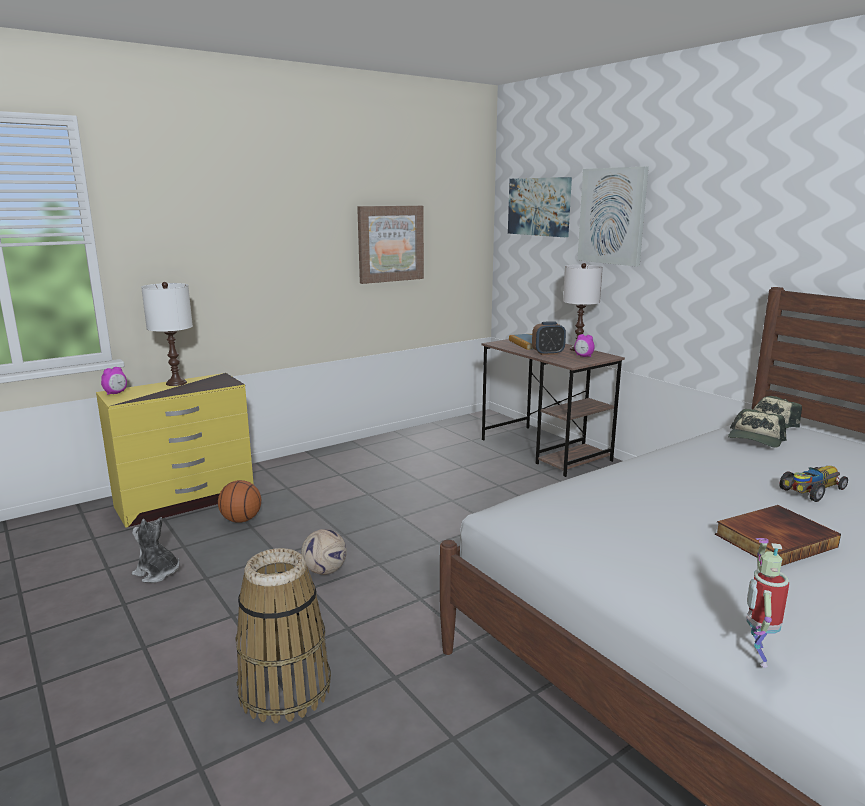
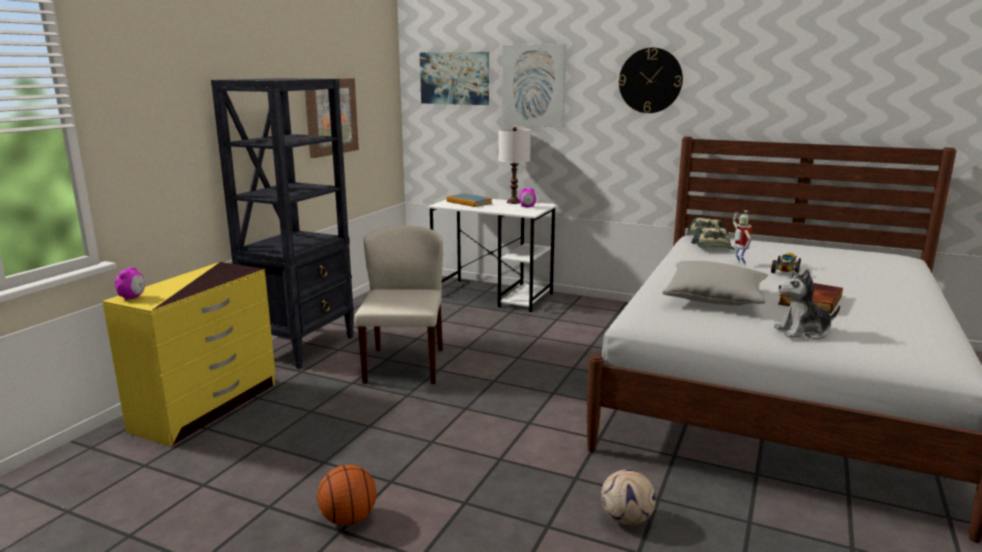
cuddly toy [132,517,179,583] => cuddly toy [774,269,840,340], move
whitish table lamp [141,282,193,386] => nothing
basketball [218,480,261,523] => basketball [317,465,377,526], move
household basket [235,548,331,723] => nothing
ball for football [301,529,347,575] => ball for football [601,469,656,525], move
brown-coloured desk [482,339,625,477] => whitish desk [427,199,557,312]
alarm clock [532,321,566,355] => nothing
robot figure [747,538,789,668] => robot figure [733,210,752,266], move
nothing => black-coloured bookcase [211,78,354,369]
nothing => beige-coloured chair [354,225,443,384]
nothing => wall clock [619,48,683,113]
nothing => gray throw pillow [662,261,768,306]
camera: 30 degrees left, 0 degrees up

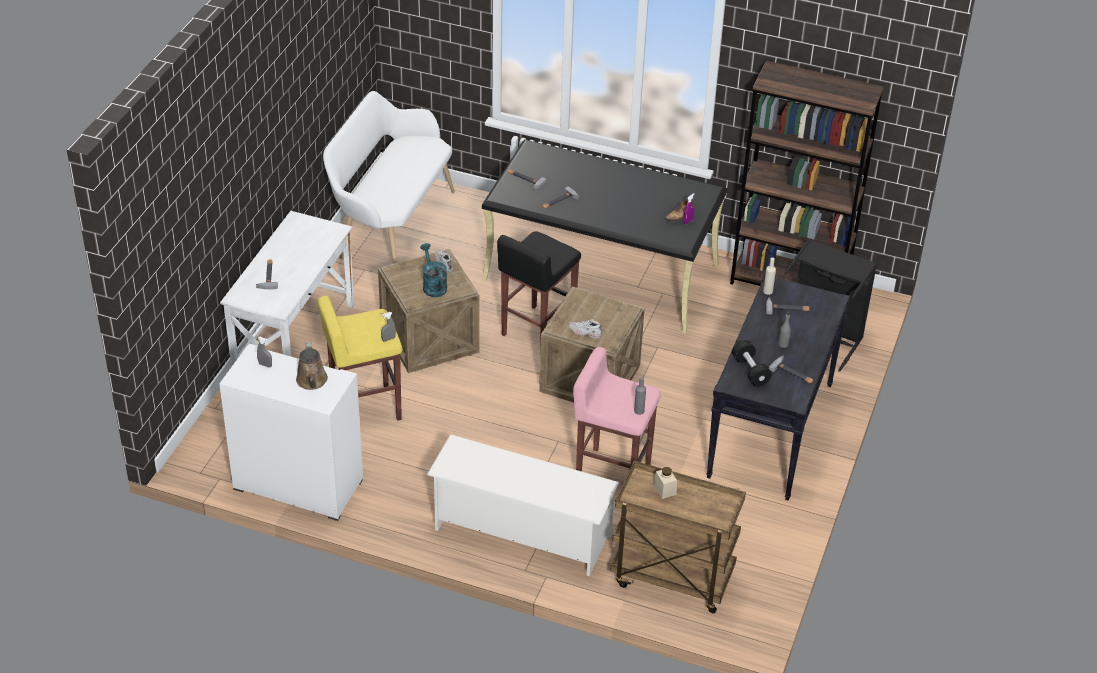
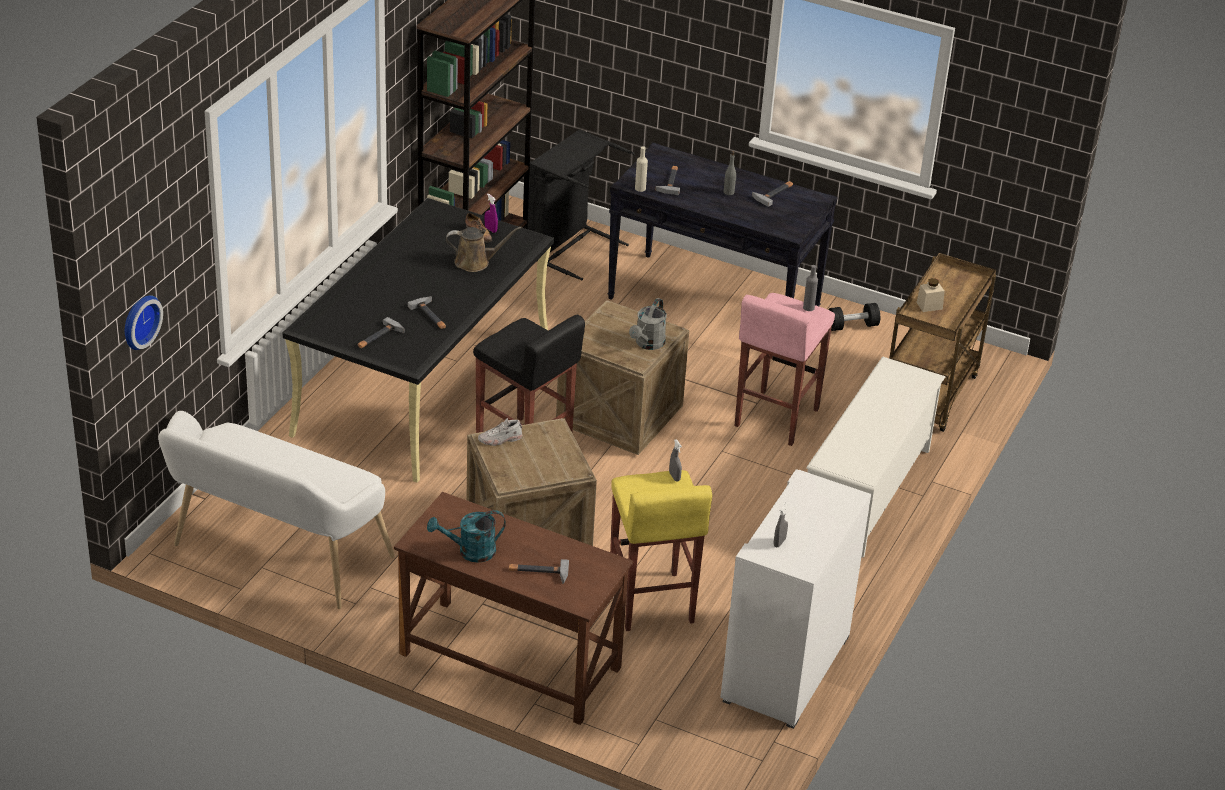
whitish desk [220,211,354,367] => brown-coloured desk [394,492,633,725]
brown-coloured sprinkling can [296,342,328,390] => brown-coloured sprinkling can [446,227,522,272], move
blue-green sprinkling can [420,243,447,297] => blue-green sprinkling can [427,510,506,563], move
whitish item of footwear [569,318,603,338] => gray sprinkling can [629,298,667,350]
black-coloured free weight [732,340,772,386] => black-coloured free weight [828,303,880,331], move
nothing => wall clock [125,295,163,350]
camera: 85 degrees left, 5 degrees down

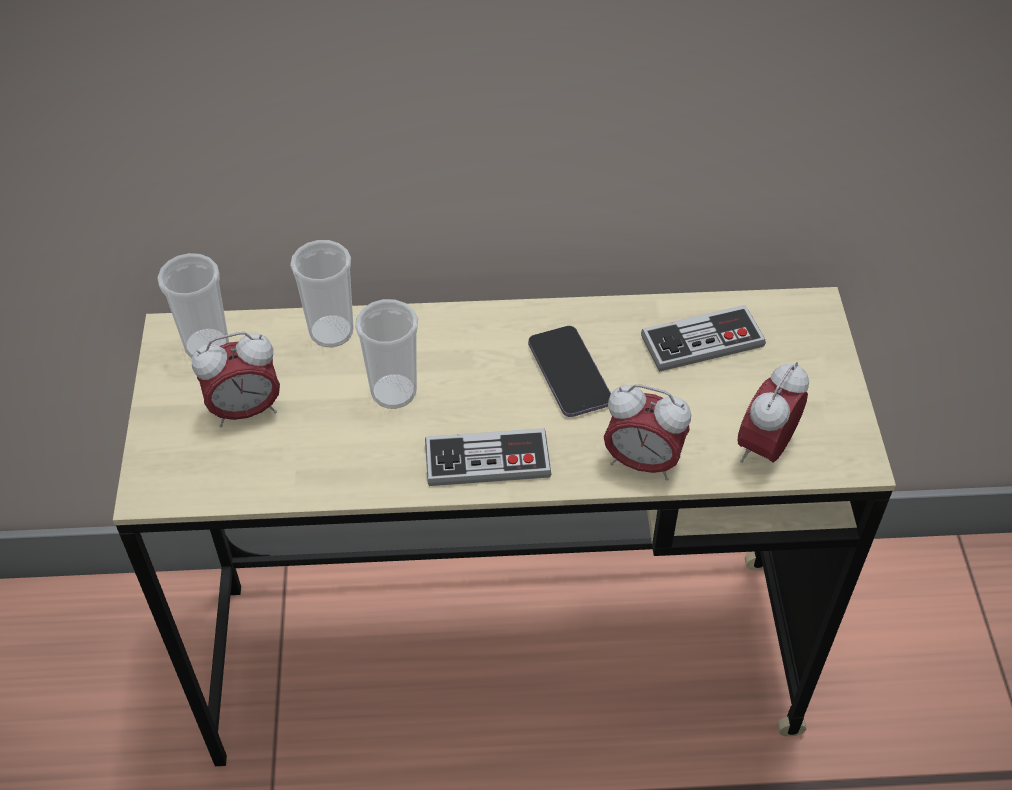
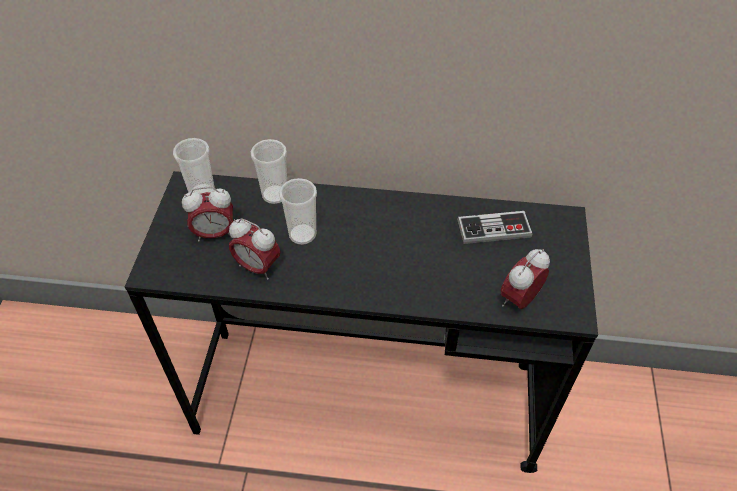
beige-coloured desk [113,287,896,766] => black-coloured desk [125,171,598,473]
gamepad [425,428,551,486] => nothing
handset [528,326,611,417] => nothing
alarm clock [604,384,691,480] => alarm clock [229,218,280,280], move
camera: 10 degrees right, 0 degrees up

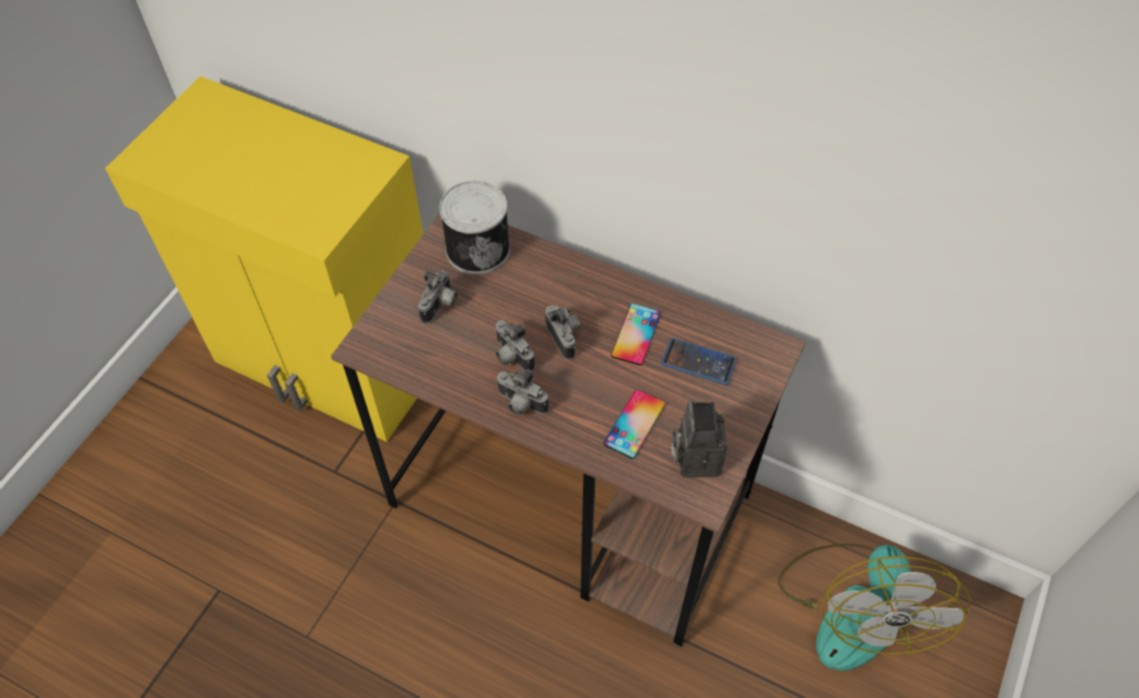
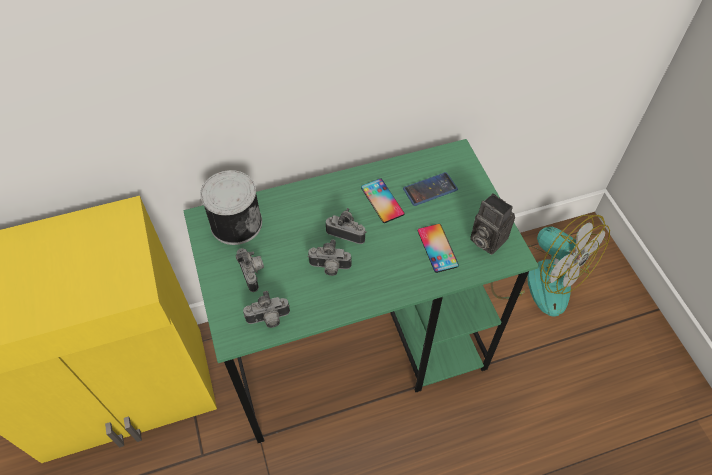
brown-coloured desk [331,213,806,647] => greenish desk [183,139,539,443]
still camera [496,369,549,415] => still camera [243,291,290,328], move
camera: 45 degrees left, 0 degrees up

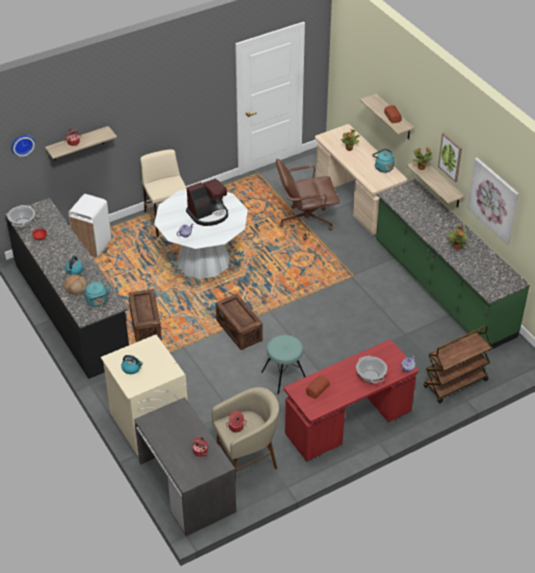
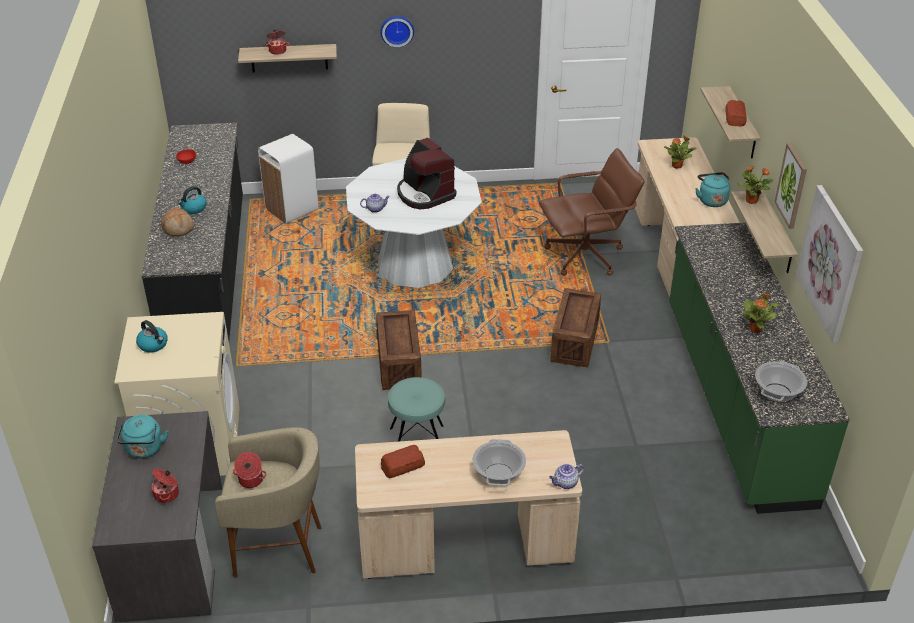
stockpot [7,205,35,228] => stockpot [755,361,807,402], move
wall clock [11,135,35,157] => wall clock [380,16,414,47], move
blue-green kettle [85,282,110,307] => blue-green kettle [117,415,168,458], move
shipping crate [129,289,162,342] => shipping crate [550,288,601,368], move
coffee brewer [186,179,228,226] => coffee brewer [397,138,456,209], 60 degrees clockwise
brown-coloured desk chair [276,159,340,240] => brown-coloured desk chair [539,148,645,276], 150 degrees clockwise
red desk [284,340,418,461] => beige-coloured desk [355,430,582,579]
brown-coloured cart [423,326,493,403] => nothing
camera: 25 degrees right, 5 degrees down

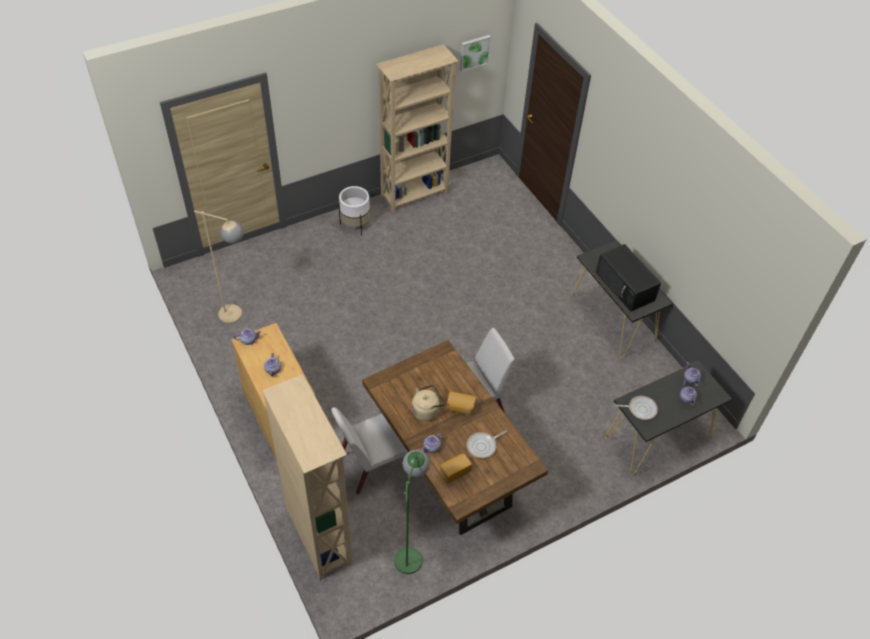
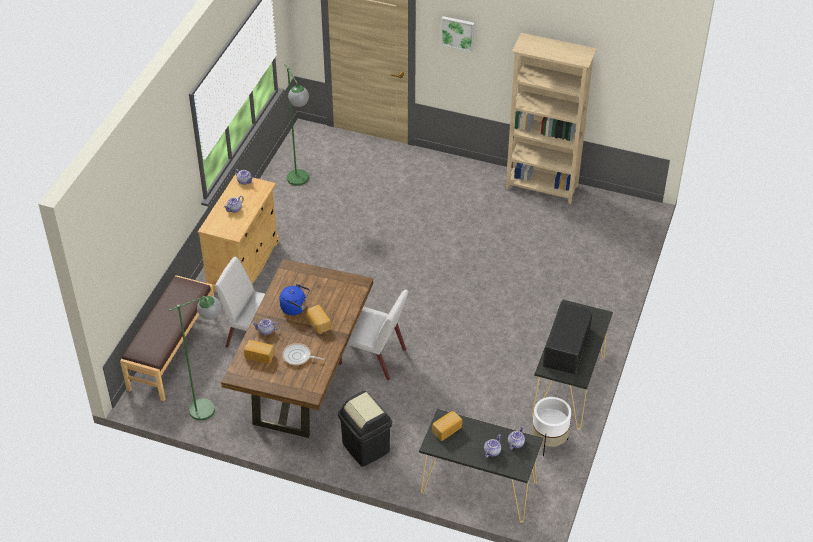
beige-coloured standard lamp [194,211,243,324] => greenish standard lamp [285,64,309,186]
beige-coloured bookcase [262,374,353,580] => brown-coloured long seat [120,275,214,401]
whitish plant pot [339,186,370,236] => whitish plant pot [532,397,571,457], move
beige-coloured kettle [412,385,445,421] => blue-coloured kettle [280,284,310,315]
picture [460,35,491,72] => picture [441,16,474,52], move
skillet [614,396,658,420] => bread [432,411,462,441]
nothing => black-coloured rubbish bin [338,391,392,467]
camera: 50 degrees right, 5 degrees down

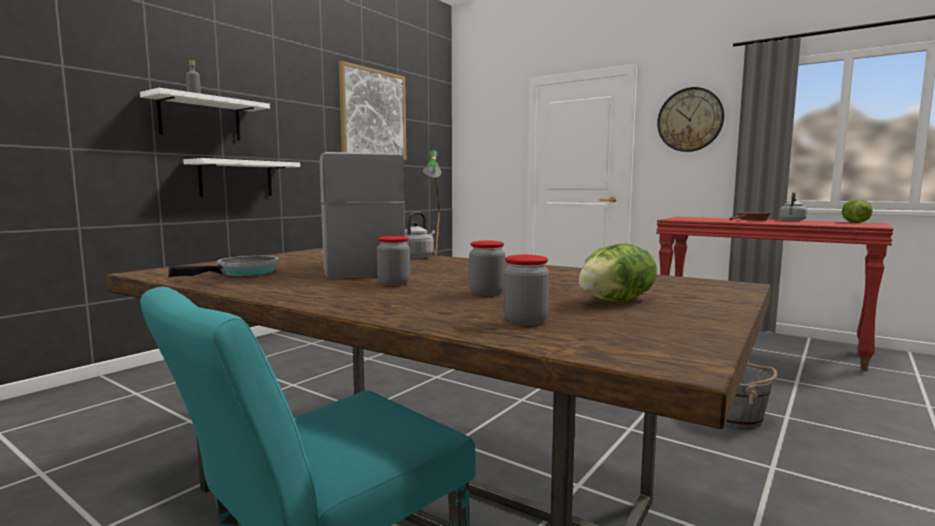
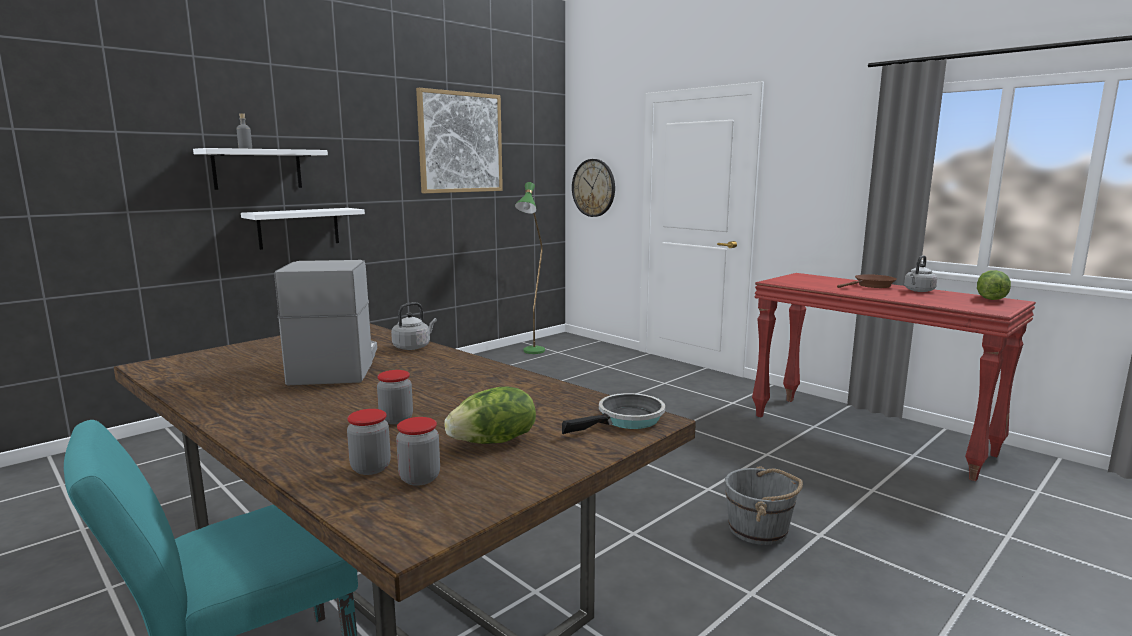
skillet [169,256,279,277] => skillet [562,393,665,434], move
storage jar [377,236,410,286] => storage jar [396,417,440,486], move
wall clock [657,87,724,152] => wall clock [572,159,615,217], move
camera: 10 degrees right, 5 degrees up

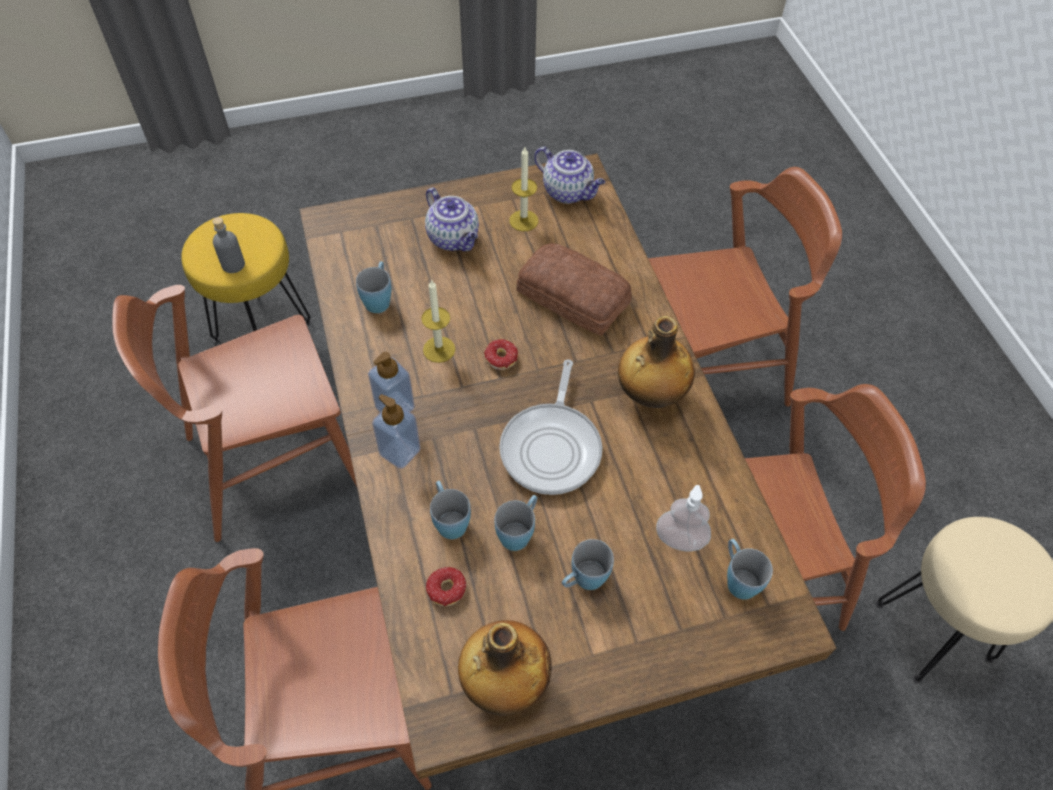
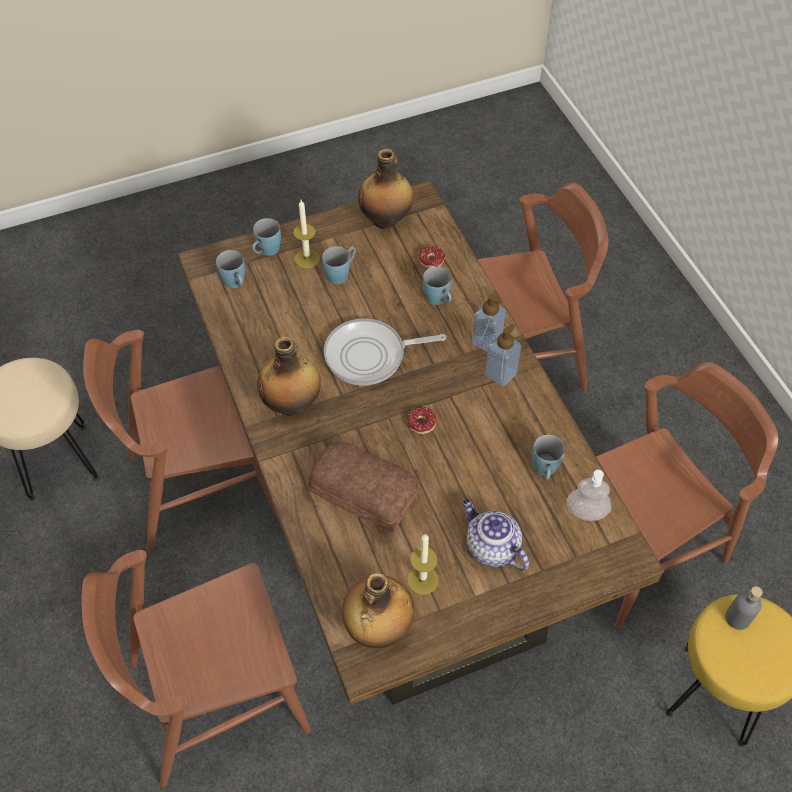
wax light [421,279,455,363] => wax light [293,200,320,268], move
blue-coloured coffee mug [494,495,537,551] => blue-coloured coffee mug [252,218,281,256], move
skillet [499,359,602,495] => skillet [324,318,446,386], 105 degrees counterclockwise
pot for tea [534,147,605,204] => beverage bottle [342,573,414,648]
soap bottle [656,485,711,551] => soap bottle [566,470,611,521], move
camera: 175 degrees right, 0 degrees up

